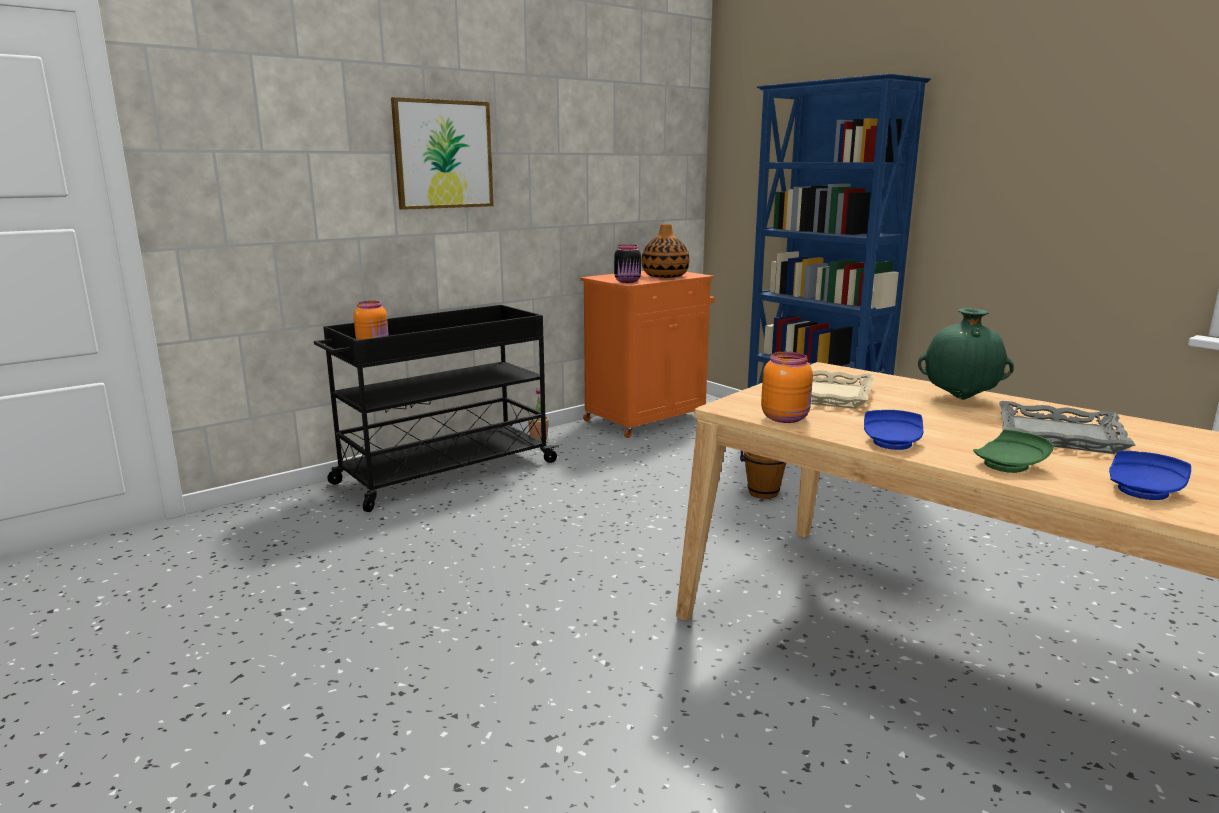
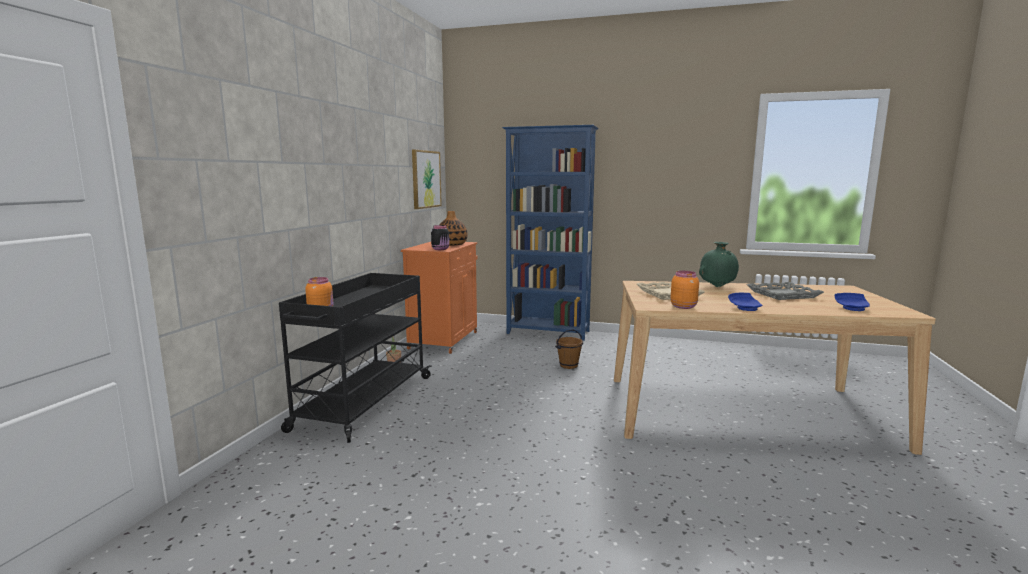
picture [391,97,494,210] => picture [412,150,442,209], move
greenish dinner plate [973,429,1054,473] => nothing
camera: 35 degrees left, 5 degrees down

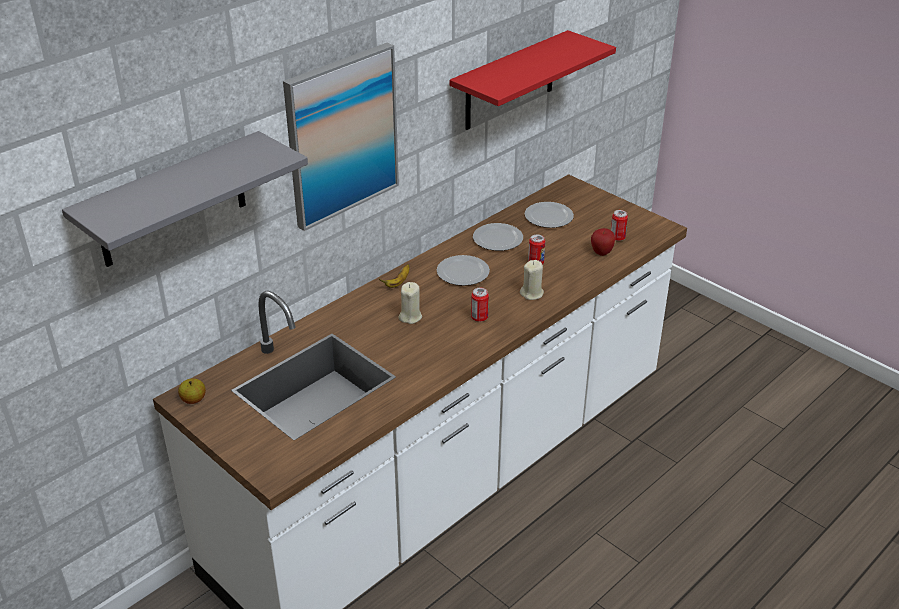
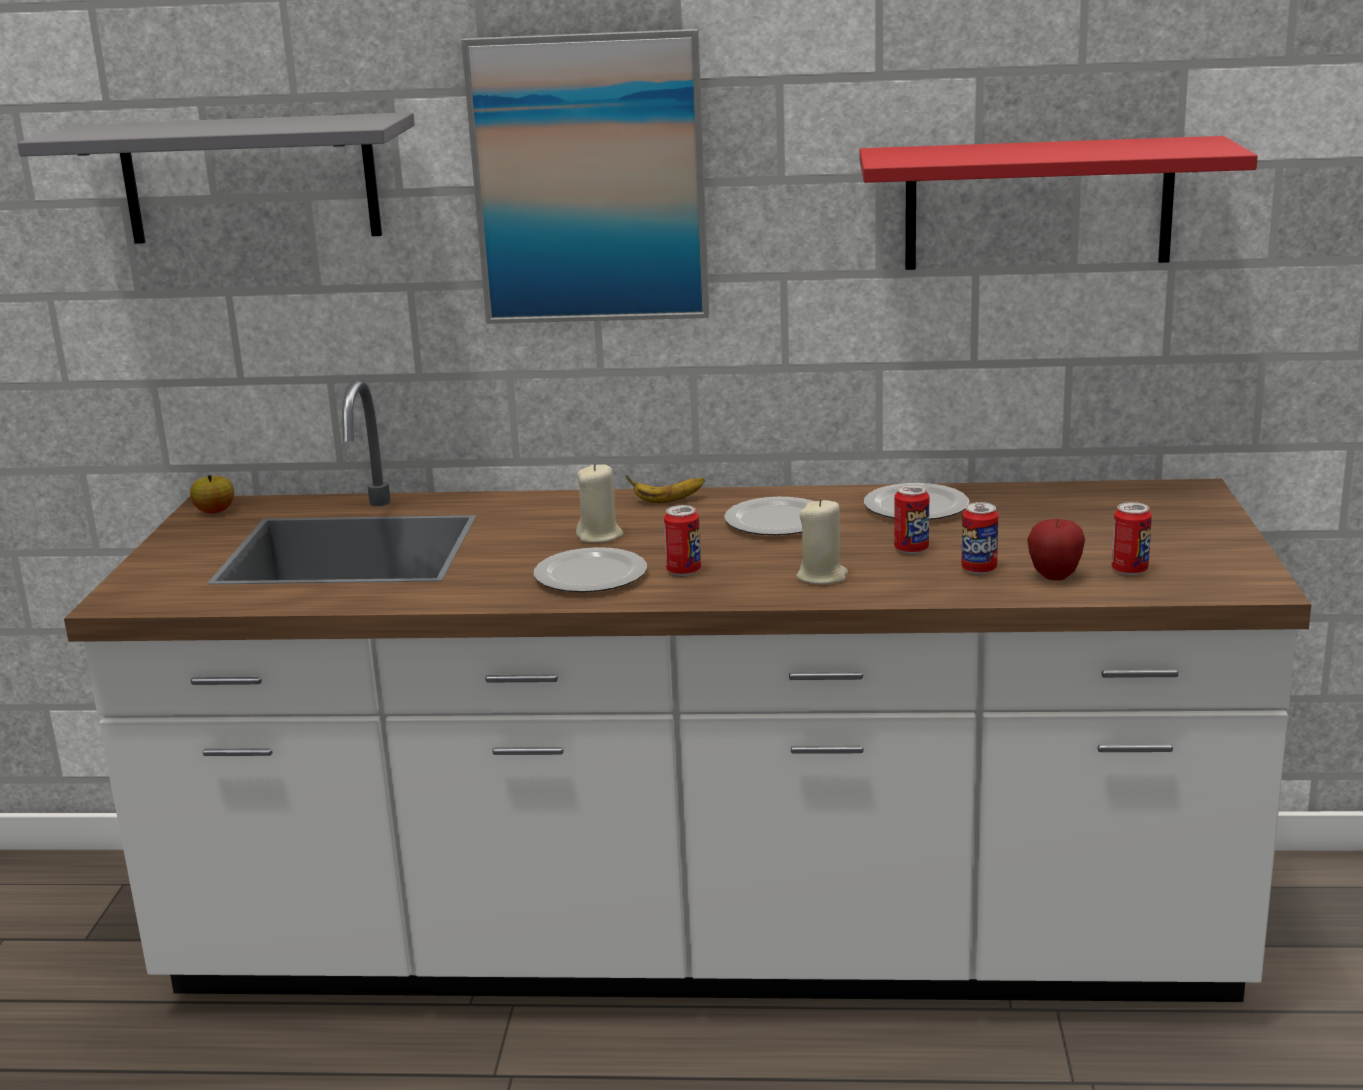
dinner plate [525,202,574,228] => dinner plate [534,547,647,592], move
nothing => can [961,502,998,574]
camera: 50 degrees right, 15 degrees down

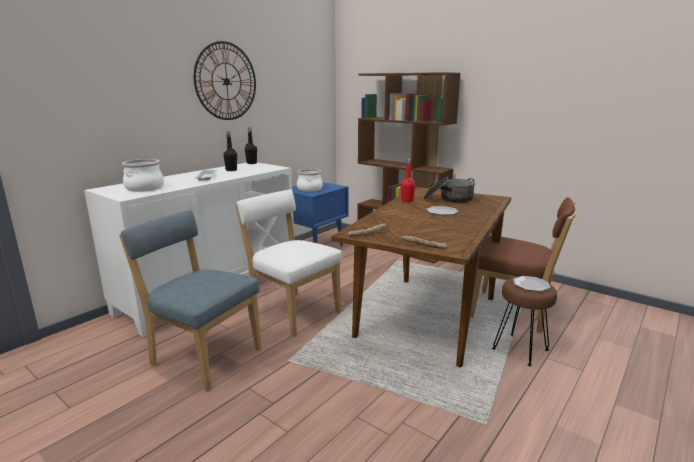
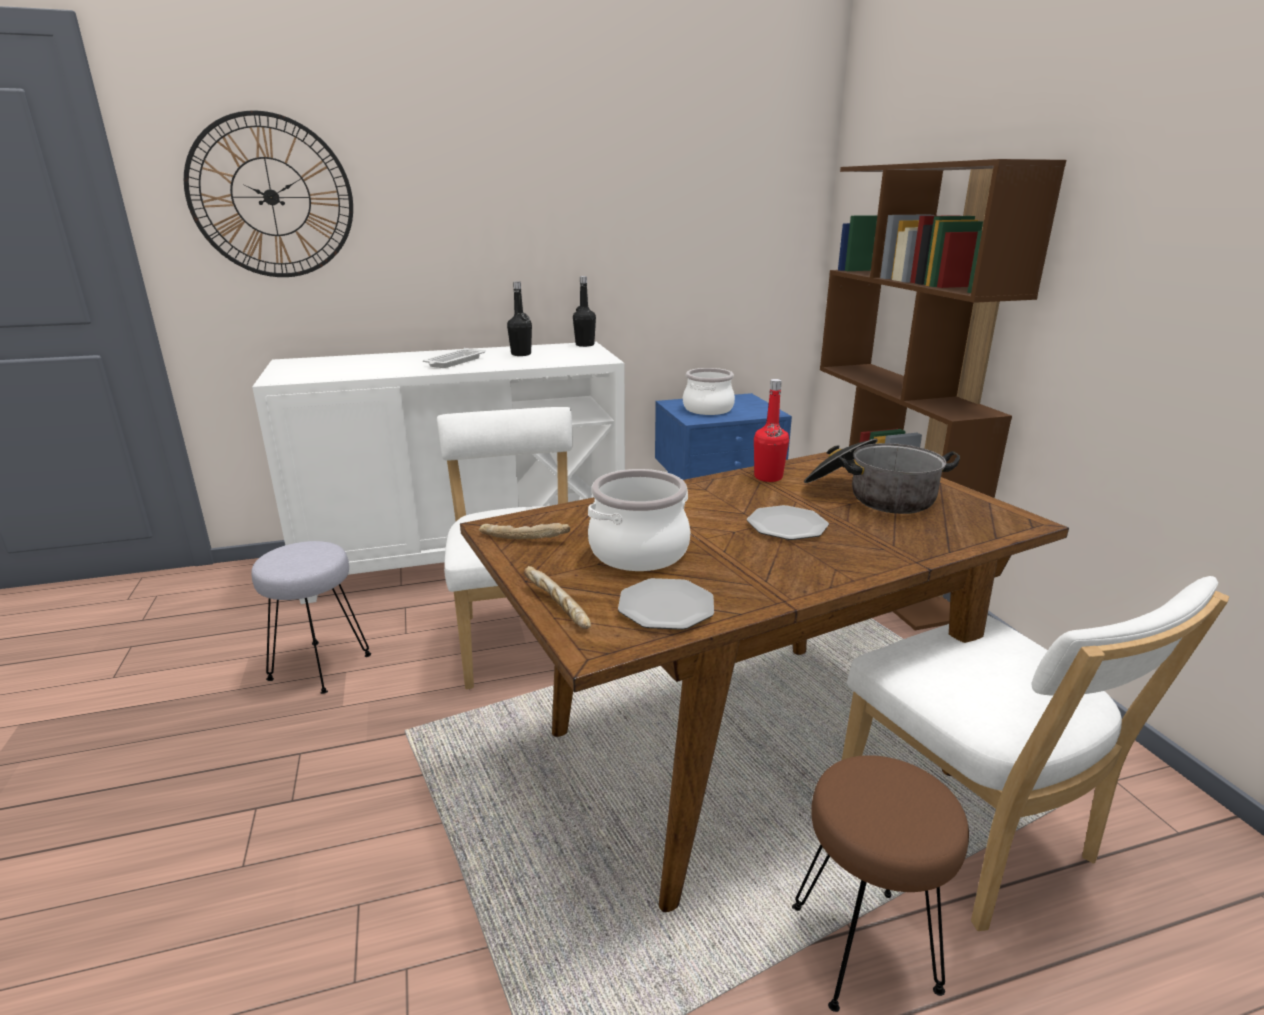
blue-coloured chair [119,210,262,391] => gray stool [251,541,371,694]
stockpot [122,159,164,192] => stockpot [588,469,691,571], move
wall clock [194,41,256,120] => wall clock [184,110,353,277], move
brown-coloured chair [470,197,577,333] => whitish chair [842,576,1229,931]
dinner plate [513,276,550,292] => dinner plate [618,578,714,630], move
camera: 35 degrees right, 5 degrees up

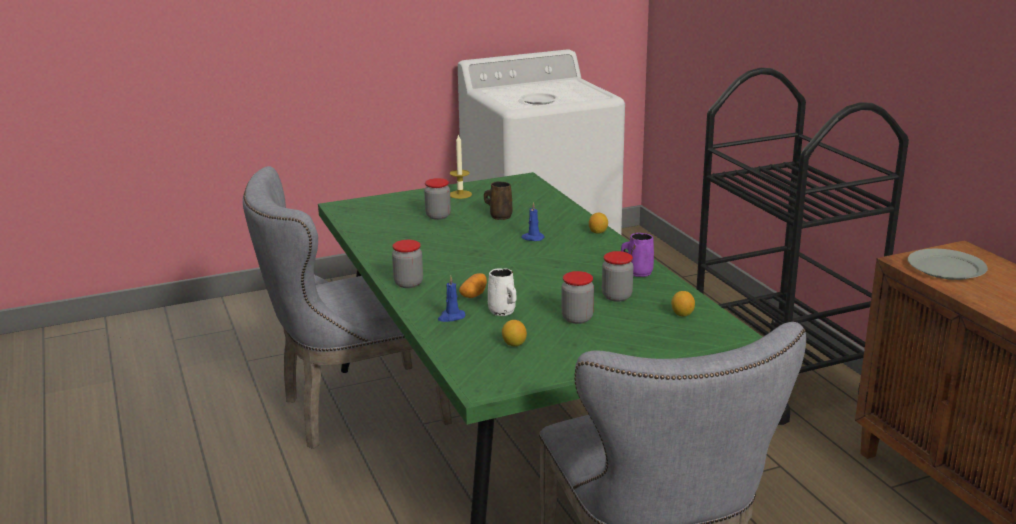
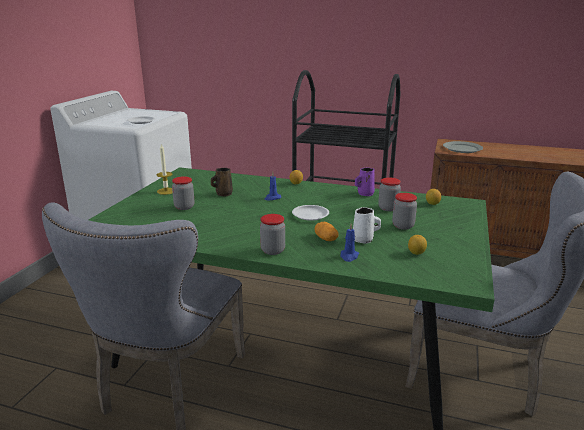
nothing => whitish dinner plate [292,205,329,221]
camera: 50 degrees left, 0 degrees up

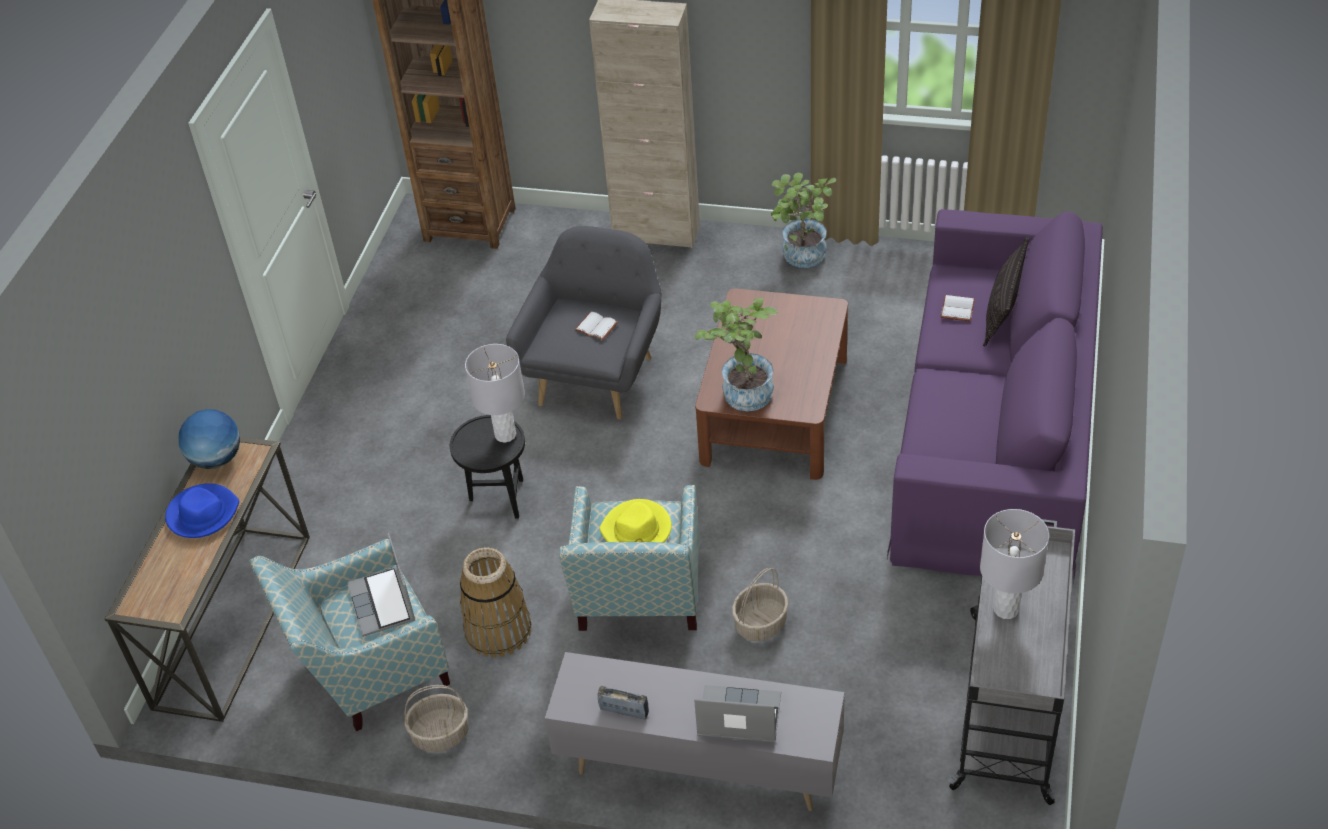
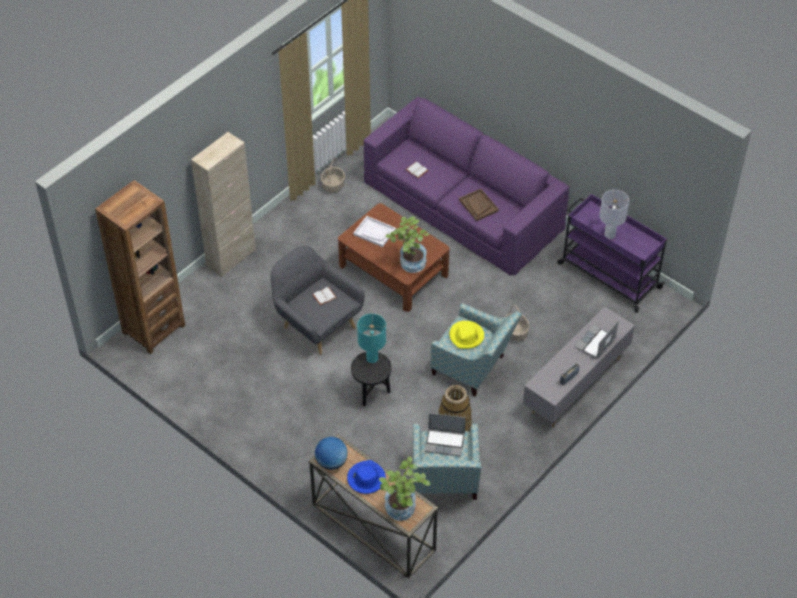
household basket [404,685,469,752] => household basket [321,158,345,193], move
gray table lamp [465,344,525,443] => blue-green table lamp [357,314,386,363]
potted plant [771,173,836,268] => potted plant [379,456,431,521], move
gray cart [948,519,1075,805] => purple-coloured cart [557,194,667,313]
throw pillow [983,236,1029,347] => nothing
nothing => whitish serving tray [353,216,396,247]
nothing => brown-coloured serving tray [459,189,499,221]
camera: 65 degrees left, 5 degrees up

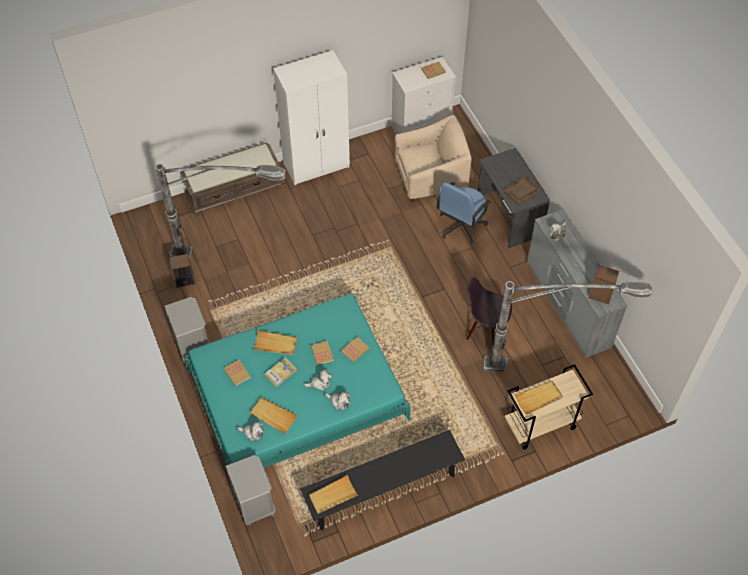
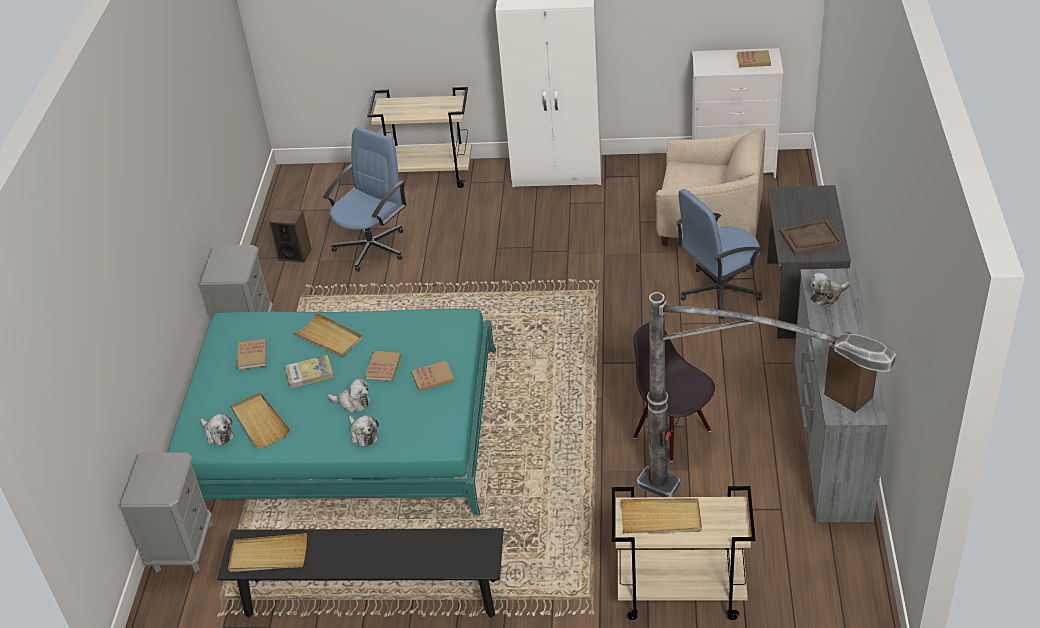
standard lamp [155,164,286,259] => blue-coloured desk chair [323,127,407,272]
brown-coloured long seat [180,142,283,216] => beige-coloured cart [367,87,472,188]
camera: 30 degrees right, 15 degrees down

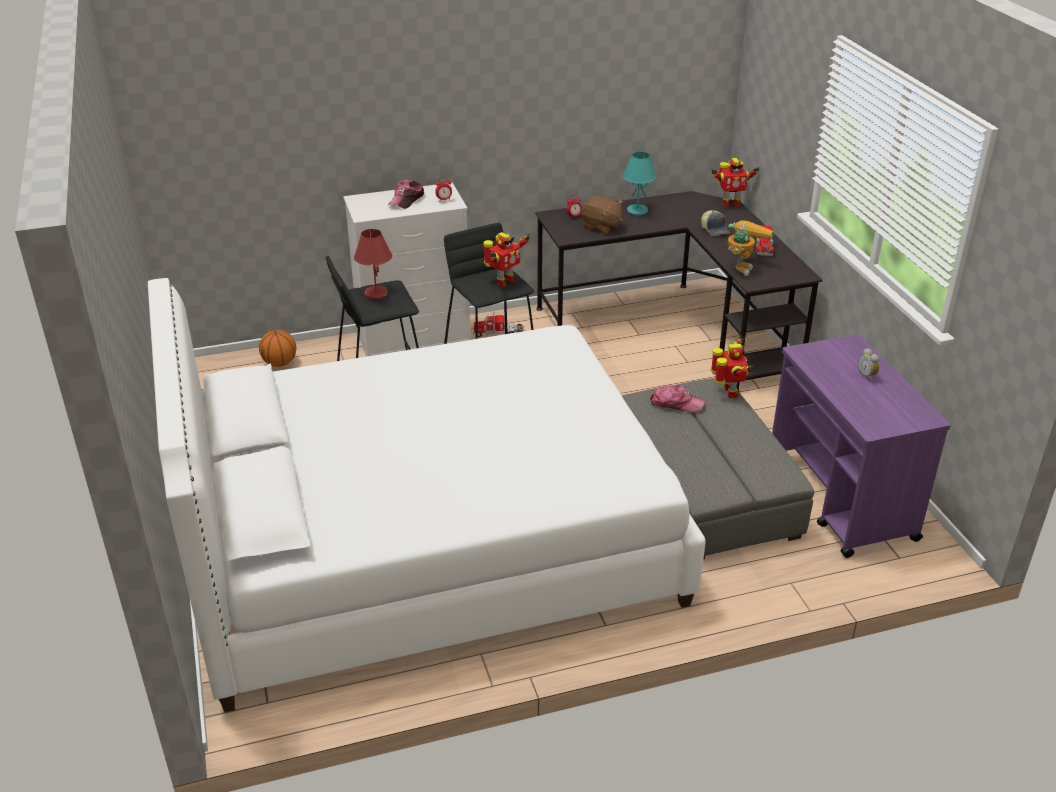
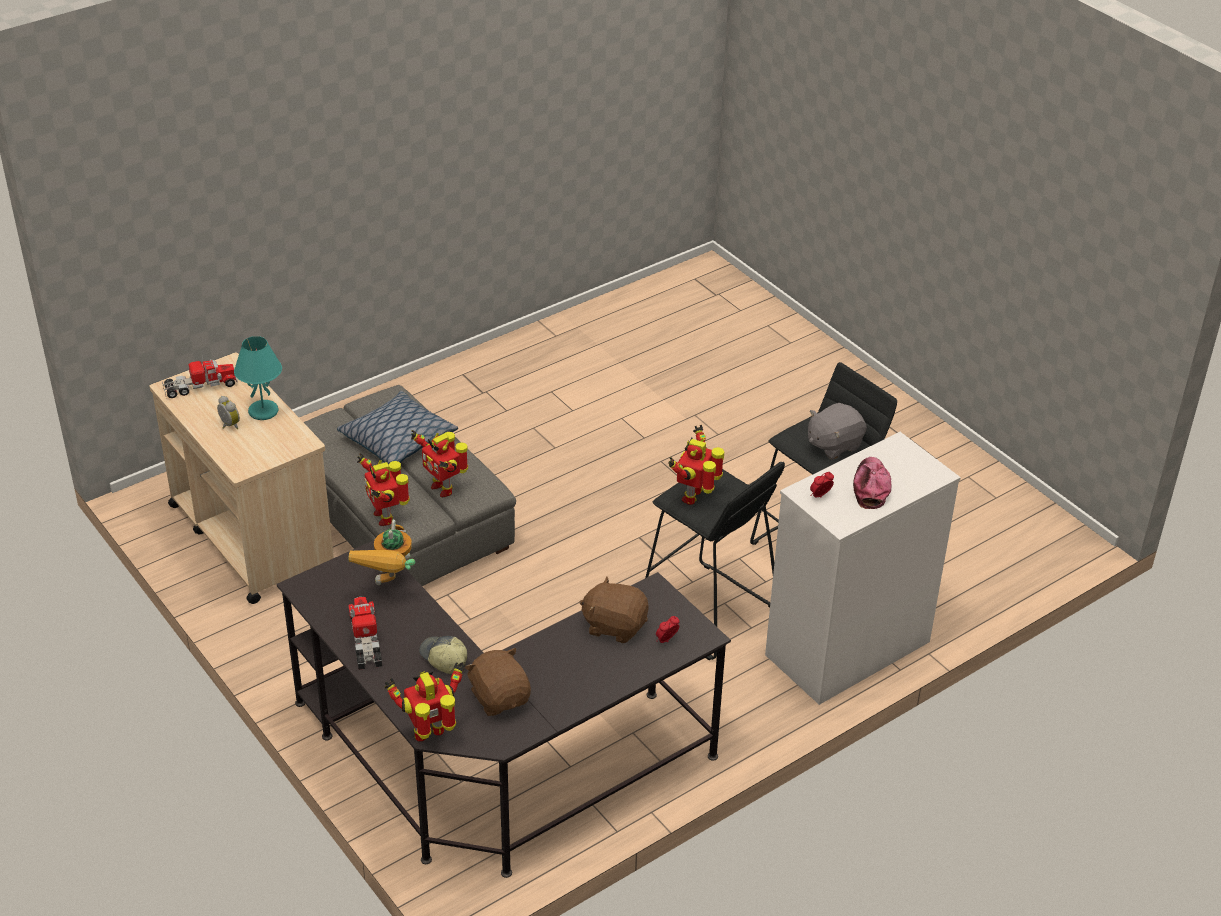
whitish sleeping bed [148,278,705,712] => nothing
basketball [259,330,296,367] => nothing
red table lamp [354,229,392,300] => gray cuddly toy [808,403,867,460]
toy lorry [473,312,524,337] => toy lorry [162,356,238,399], move
blue-green table lamp [623,152,656,216] => blue-green table lamp [234,336,282,420], move
peaked cap [650,385,705,413] => robot figure [411,430,468,497]
purple-coloured cart [772,334,951,558] => beige-coloured cart [150,352,334,604]
nothing => throw pillow [337,391,458,465]
nothing => brown-coloured cuddly toy [465,648,531,716]
camera: 160 degrees right, 5 degrees up

